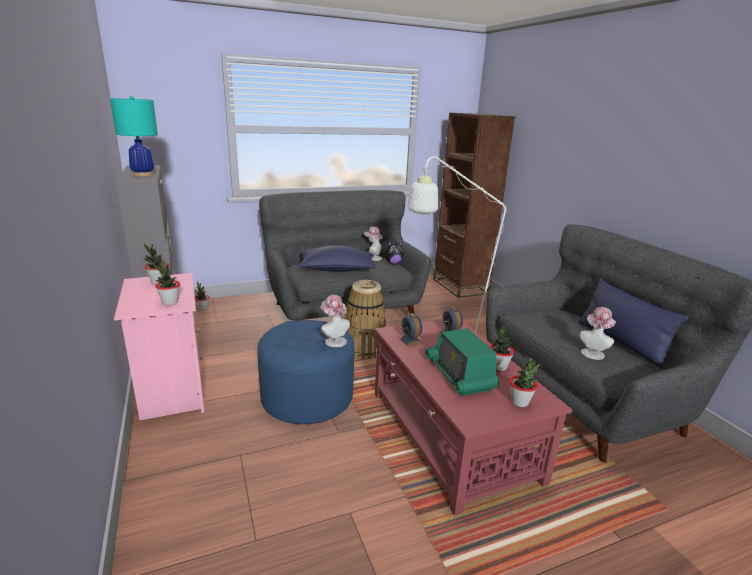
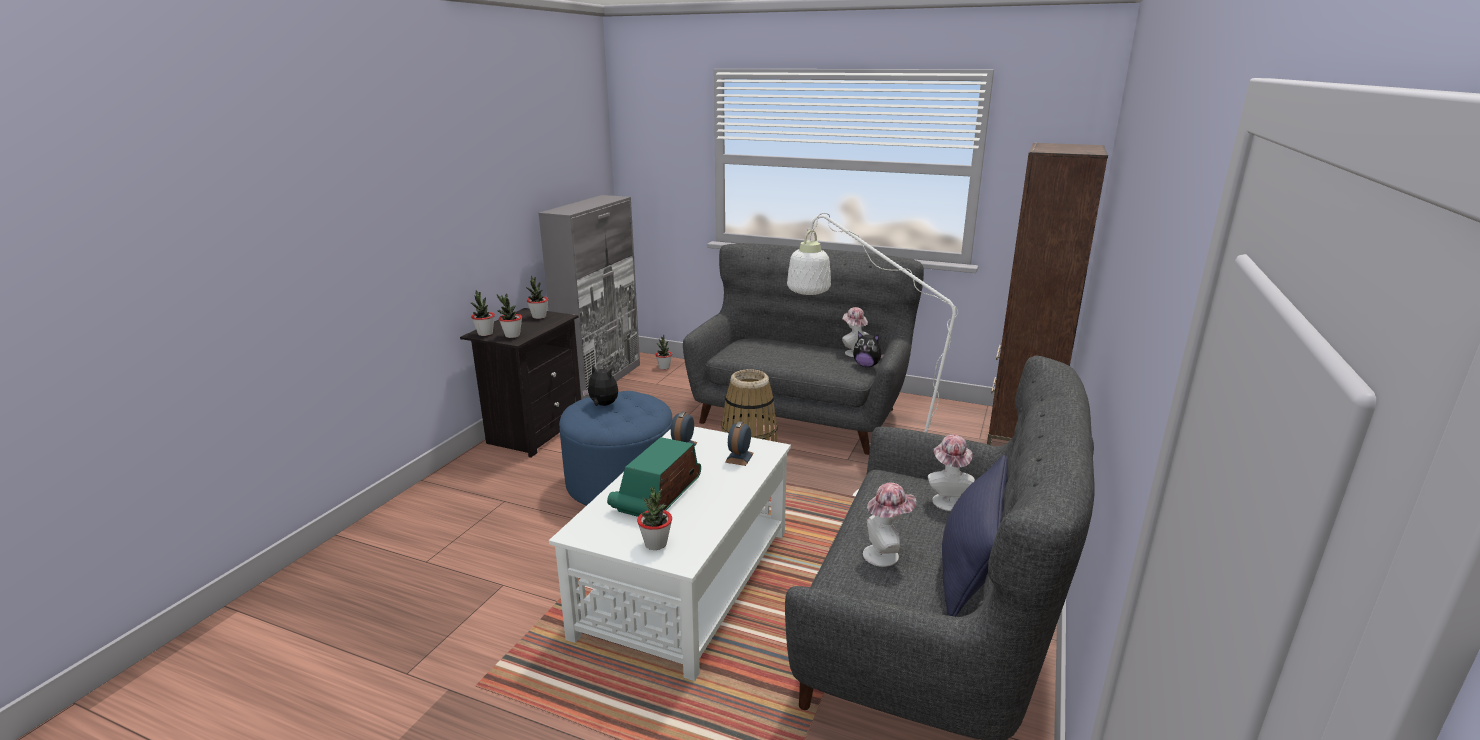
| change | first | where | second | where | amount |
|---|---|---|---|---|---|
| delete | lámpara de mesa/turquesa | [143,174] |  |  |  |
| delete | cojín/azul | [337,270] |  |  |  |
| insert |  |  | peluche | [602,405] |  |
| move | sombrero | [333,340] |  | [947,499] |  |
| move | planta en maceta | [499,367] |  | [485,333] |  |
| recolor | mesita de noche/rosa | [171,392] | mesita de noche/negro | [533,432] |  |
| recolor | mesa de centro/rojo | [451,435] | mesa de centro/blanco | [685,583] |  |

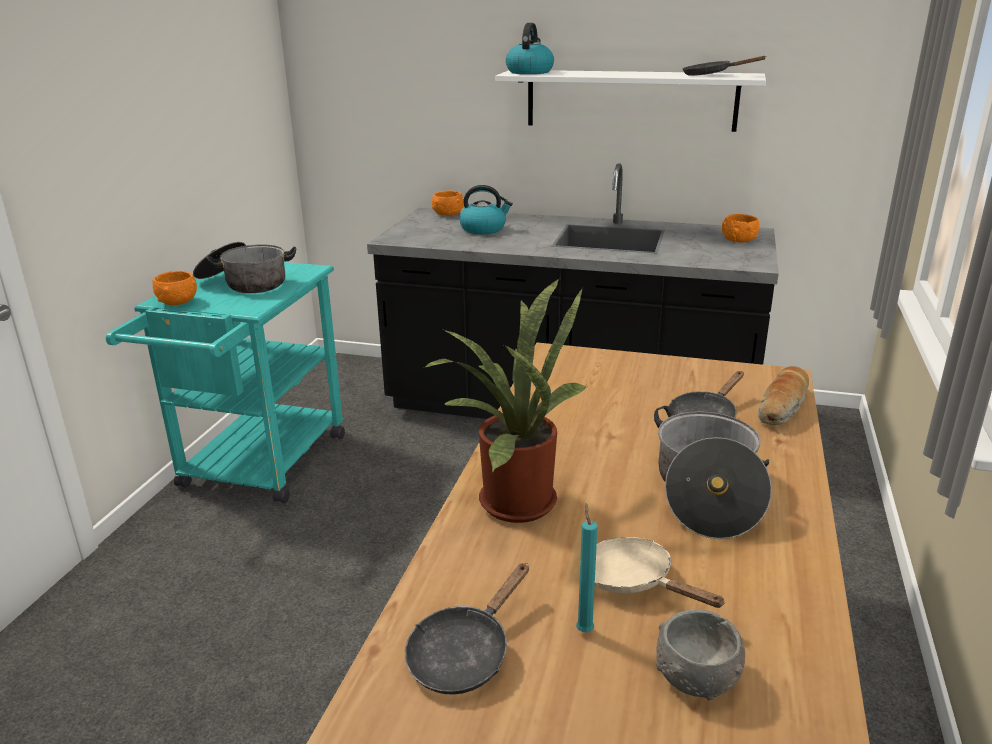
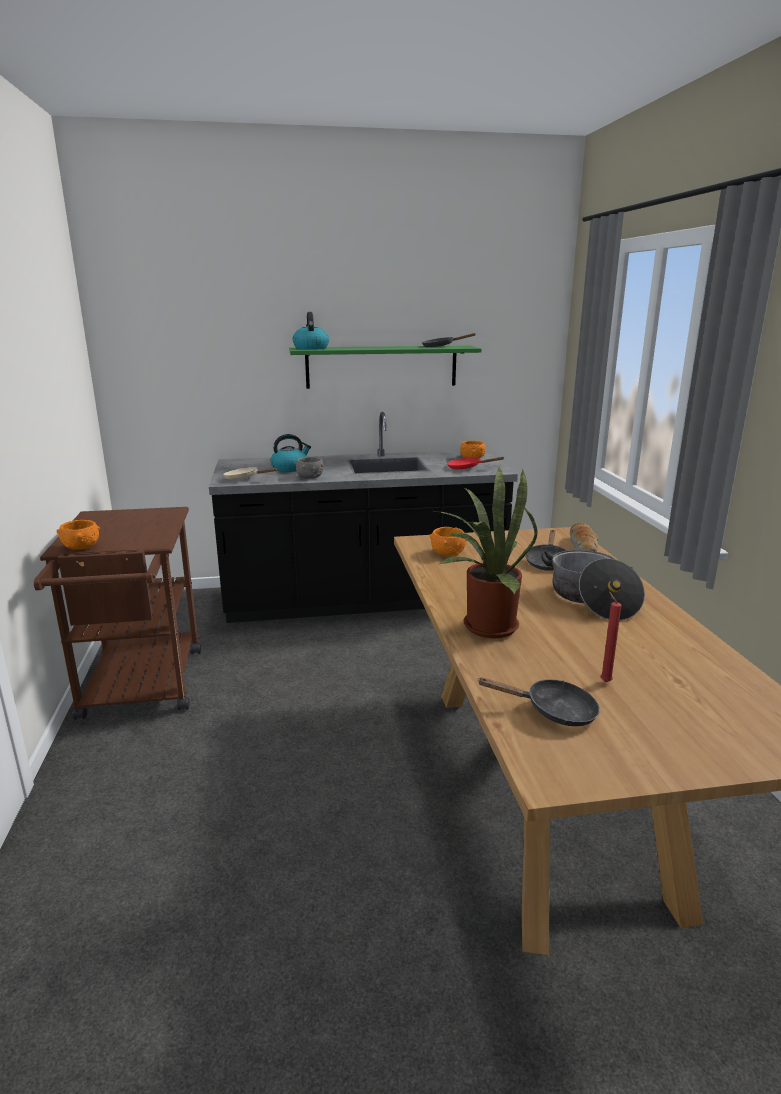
| change | first | where | second | where | amount |
|---|---|---|---|---|---|
| delete | olla | [245,283] |  |  |  |
| insert |  |  | sartén/rojo | [467,468] |  |
| move | cuenco/naranja | [448,214] |  | [448,552] |  |
| move | sartén/beis | [633,581] |  | [245,478] |  |
| move | cuenco/gris | [697,677] |  | [310,477] |  |
| recolor | carrito/turquesa | [257,468] | carrito/marrón | [141,690] |  |
| recolor | estante/blanco | [630,100] | estante/verde | [381,366] |  |
| recolor | vela/turquesa | [584,629] | vela/rojo | [604,681] |  |
| rotate | sartén/negro | [464,654] |  | [553,711] | 90 degrees counterclockwise |

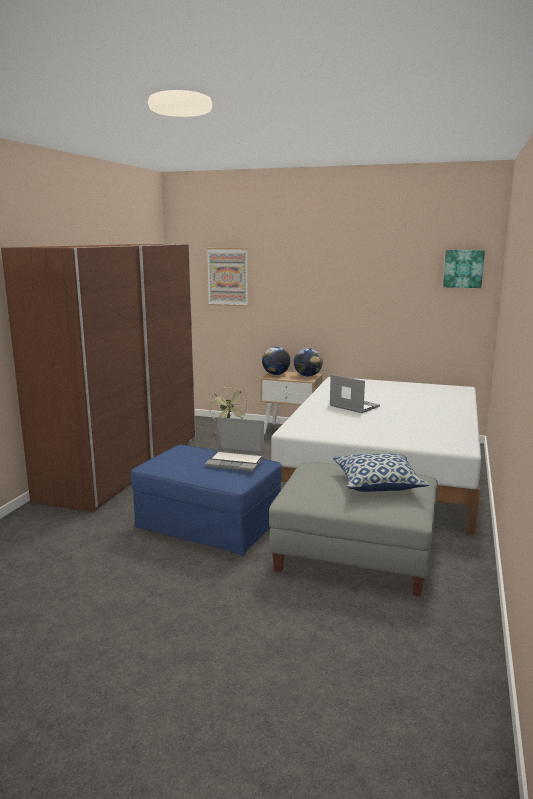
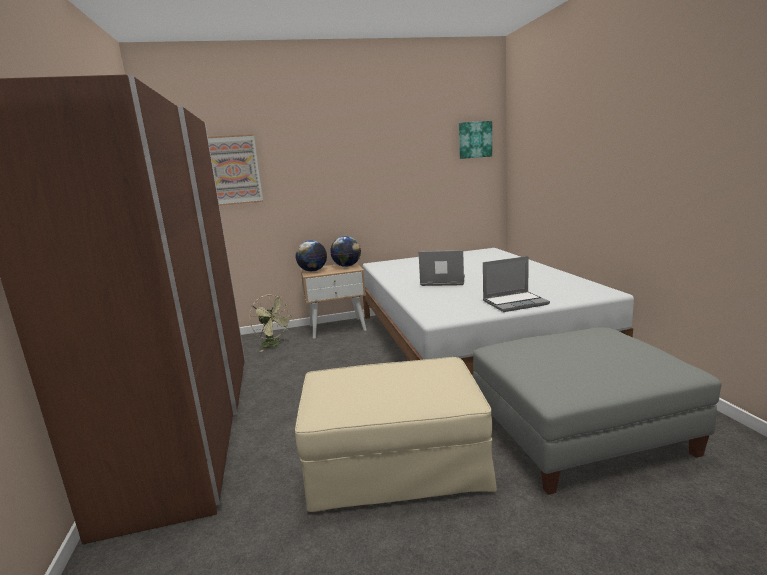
| change | first | where | second | where | amount |
|---|---|---|---|---|---|
| delete | cojín | [378,484] |  |  |  |
| move | portátil | [236,462] |  | [515,302] |  |
| recolor | puf/azul | [208,524] | puf/beis | [393,465] |  |

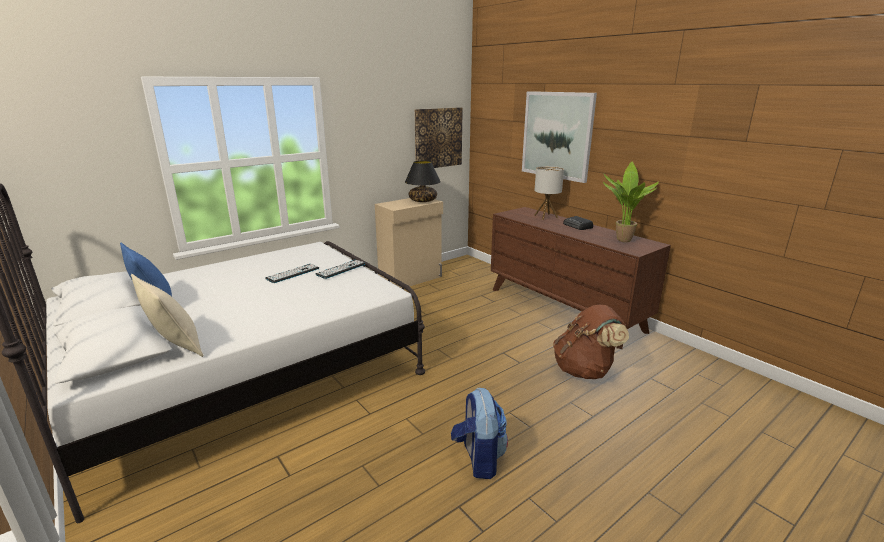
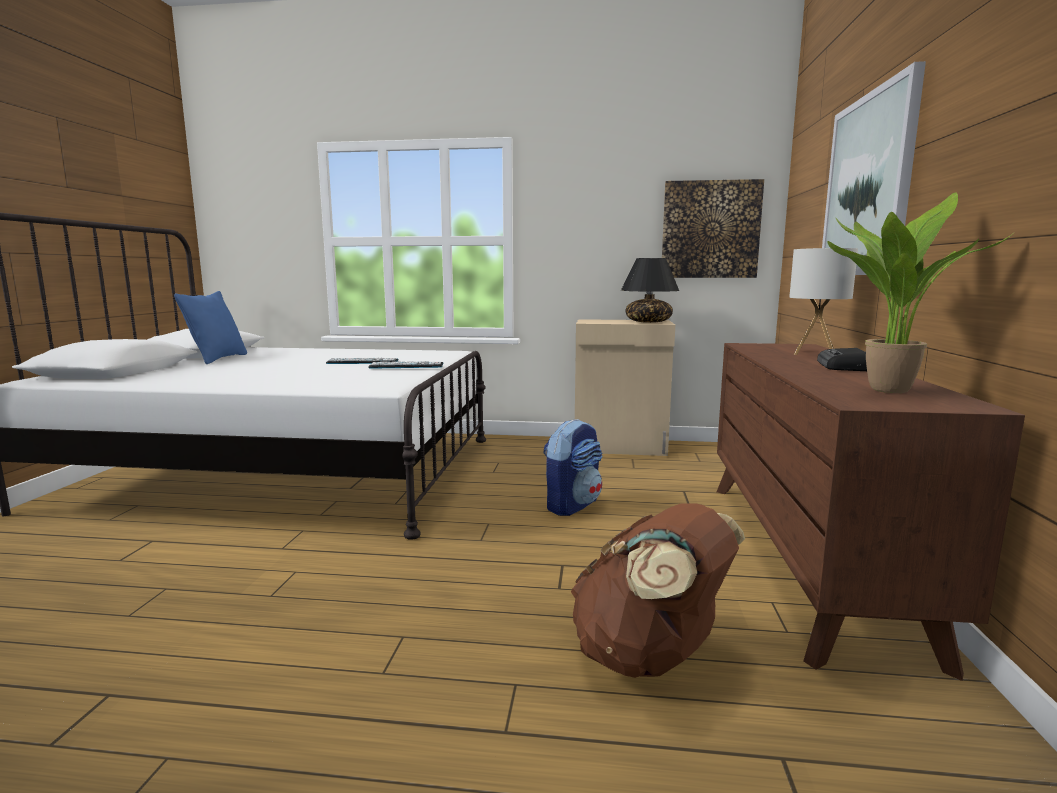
| change | first | where | second | where | amount |
|---|---|---|---|---|---|
| delete | cojín/beis | [175,347] |  |  |  |
| move | mochila | [478,458] |  | [572,505] |  |

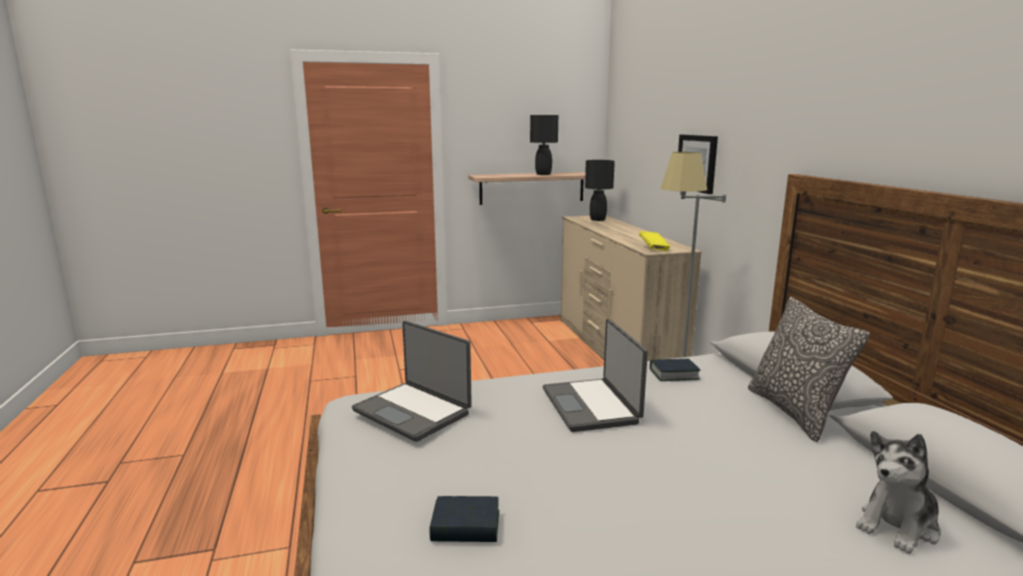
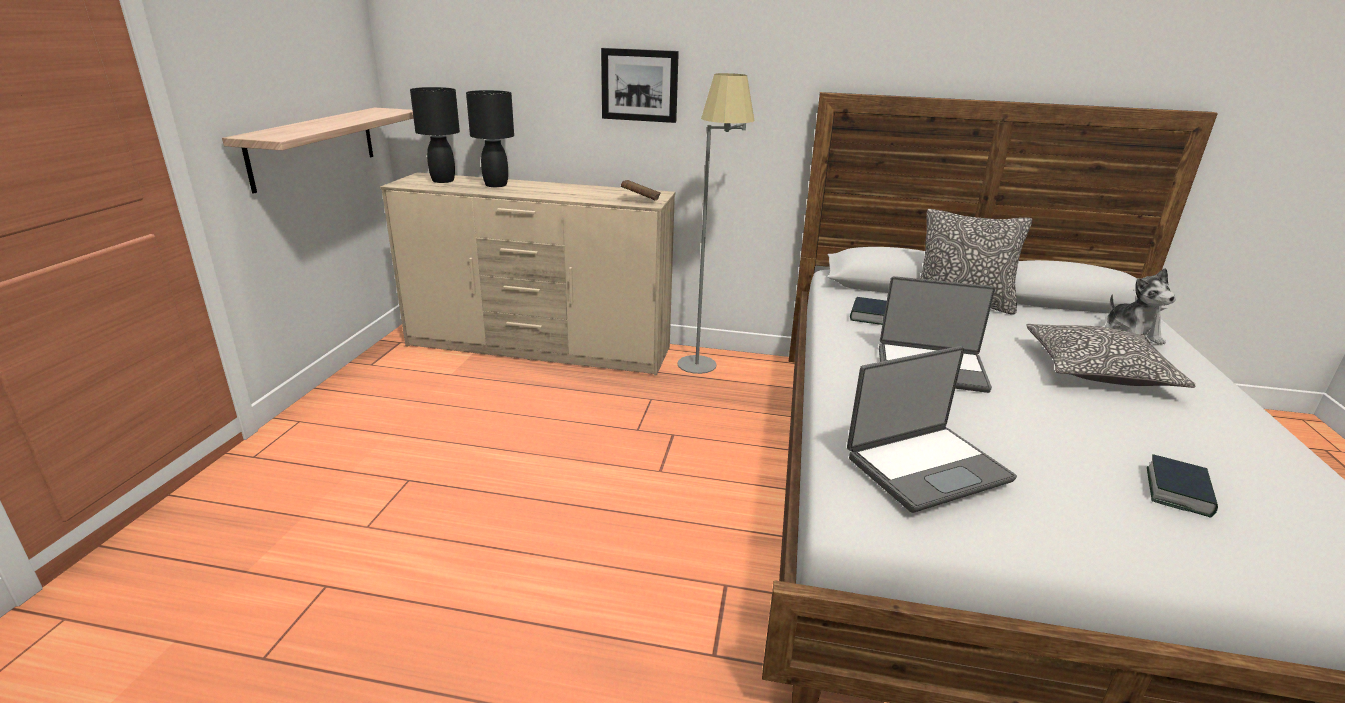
| change | first | where | second | where | amount |
|---|---|---|---|---|---|
| insert |  |  | cojín | [1097,370] |  |
| move | lámpara de mesa/negro | [543,174] |  | [496,185] |  |
| recolor | libro/amarillo | [653,249] | libro/marrón | [640,200] |  |

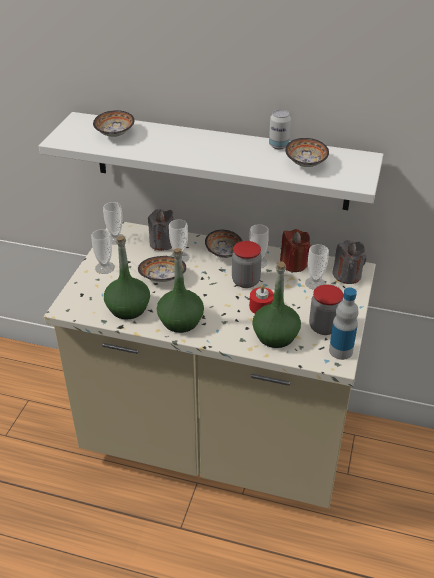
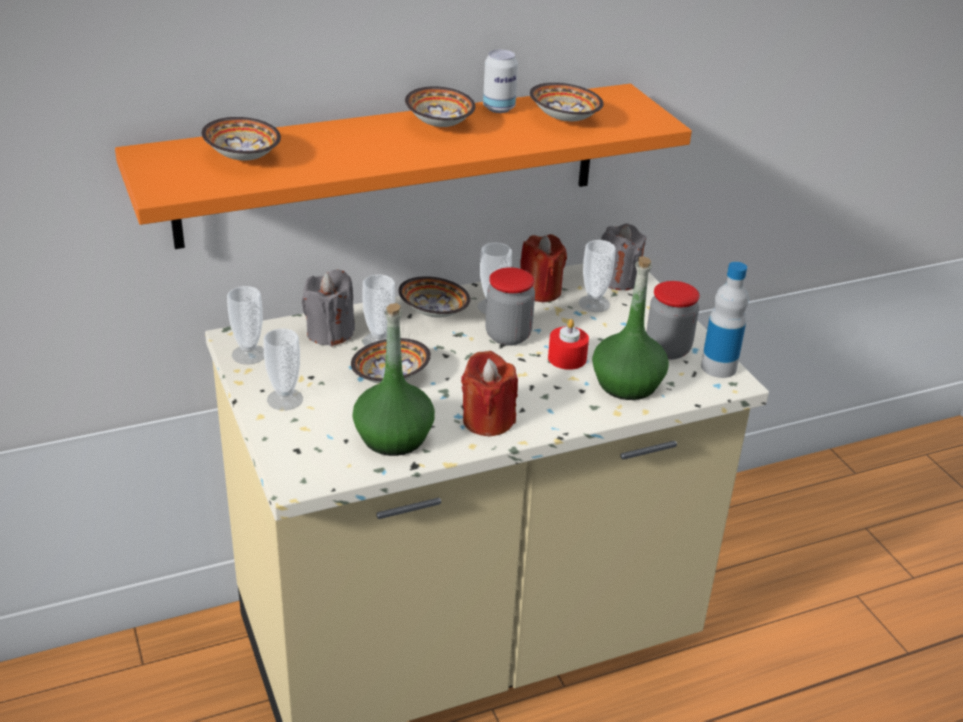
| change | first | where | second | where | amount |
|---|---|---|---|---|---|
| insert |  |  | cuenco | [438,125] |  |
| replace | botella/verde | [180,321] | vela/rojo | [487,420] |  |
| recolor | estante/blanco | [220,161] | estante/naranja | [392,164] |  |

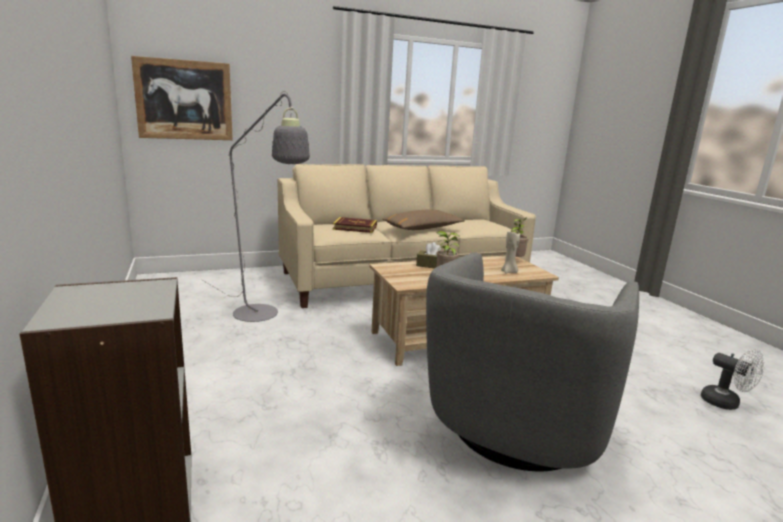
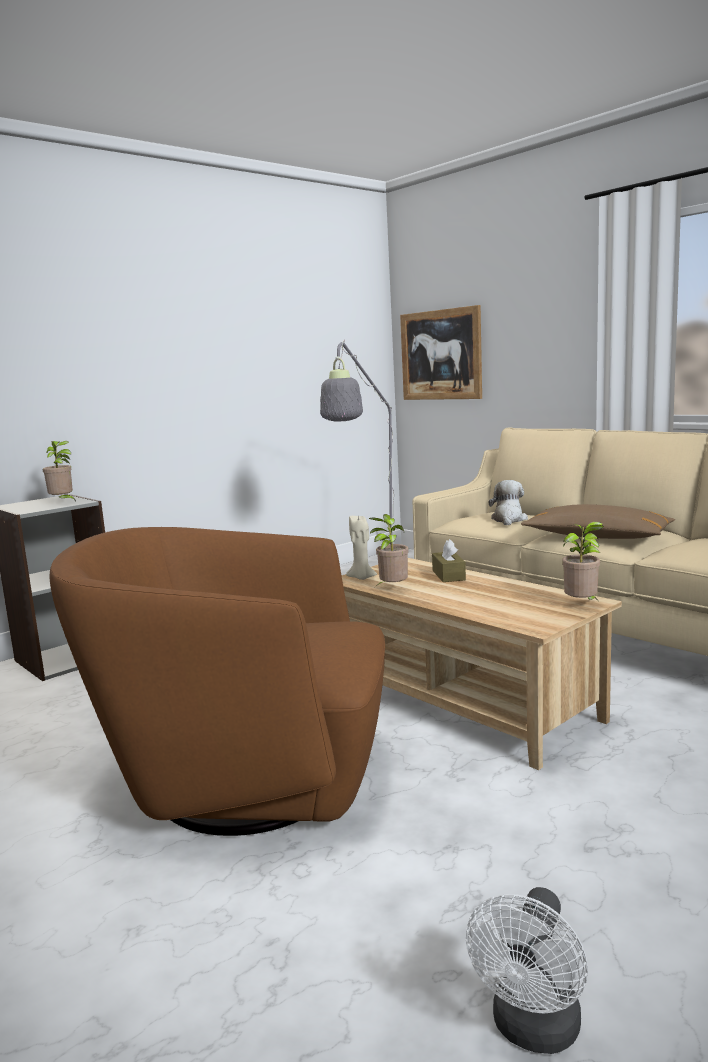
| change | first | where | second | where | amount |
|---|---|---|---|---|---|
| insert |  |  | planta en maceta | [63,502] |  |
| move | vela/beis | [509,272] |  | [361,578] |  |
| replace | libro | [355,228] | peluche | [508,520] |  |
| recolor | sillón/gris | [515,428] | sillón/marrón | [246,780] |  |

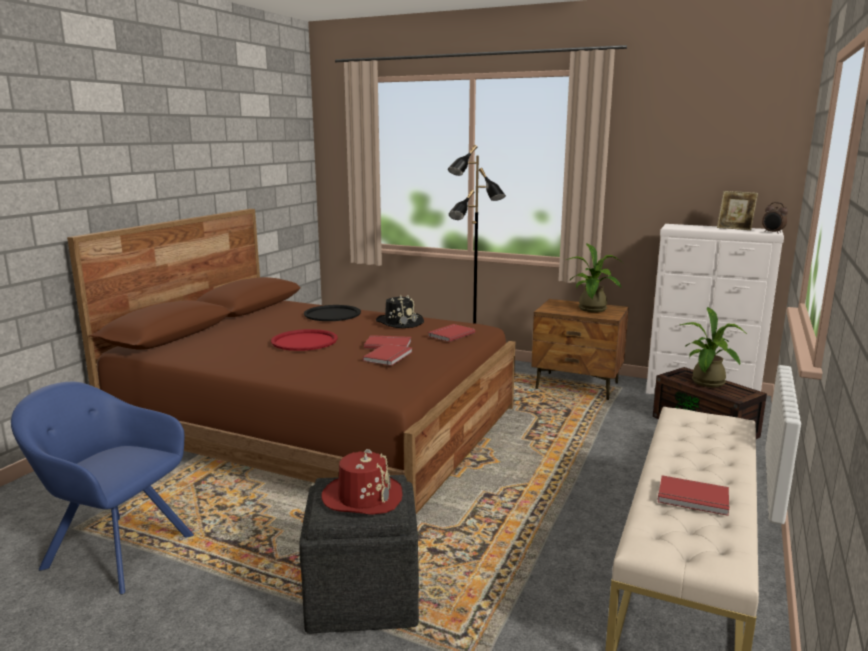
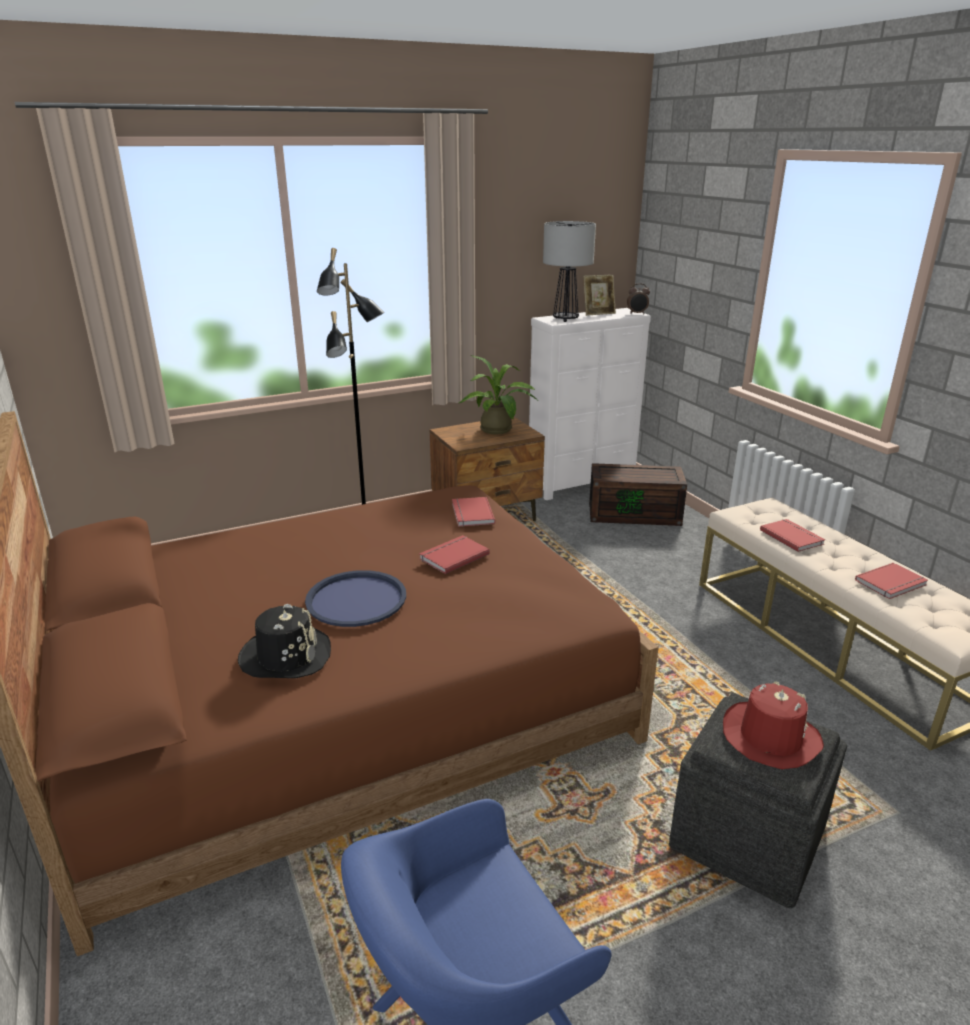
| change | first | where | second | where | amount |
|---|---|---|---|---|---|
| delete | bandeja/negro | [332,314] |  |  |  |
| delete | planta en maceta | [707,384] |  |  |  |
| insert |  |  | lámpara de mesa | [565,319] |  |
| move | libro/rojo | [389,356] |  | [792,536] |  |
| move | sombrero/negro | [399,322] |  | [286,656] |  |
| recolor | bandeja/rojo | [304,341] | bandeja/azul | [356,600] |  |

